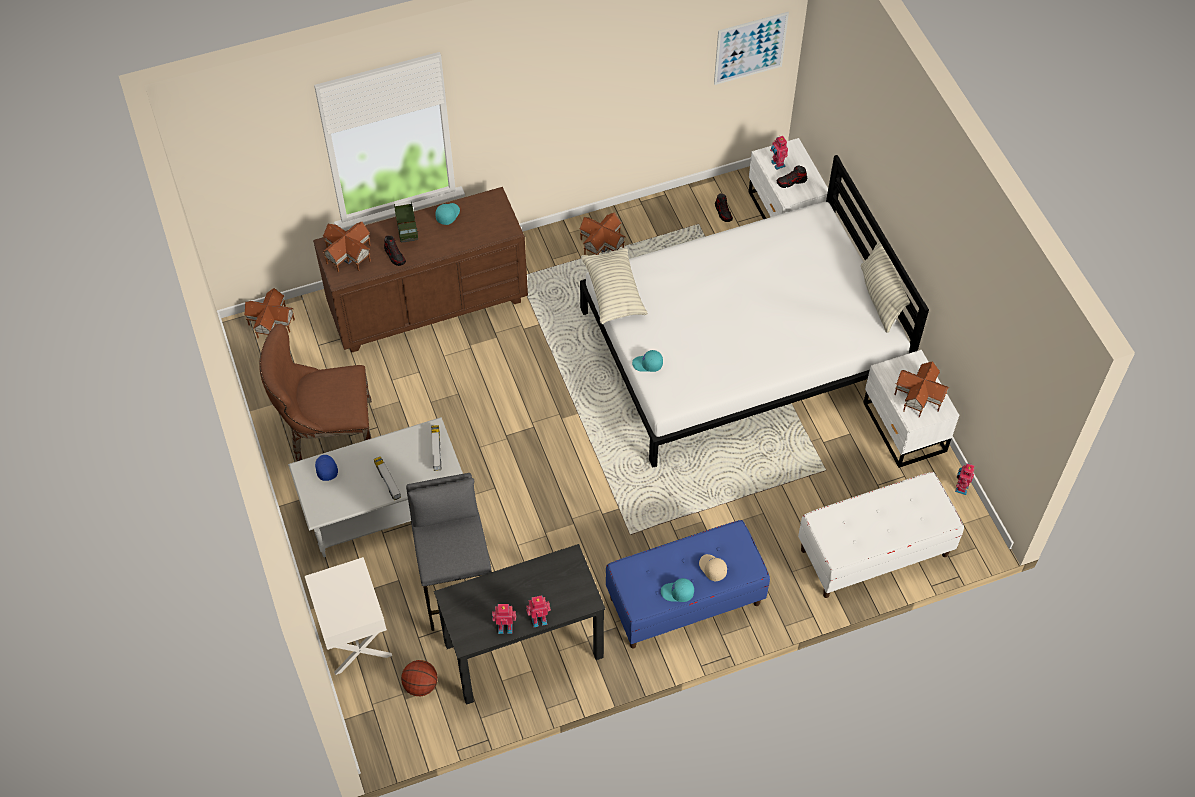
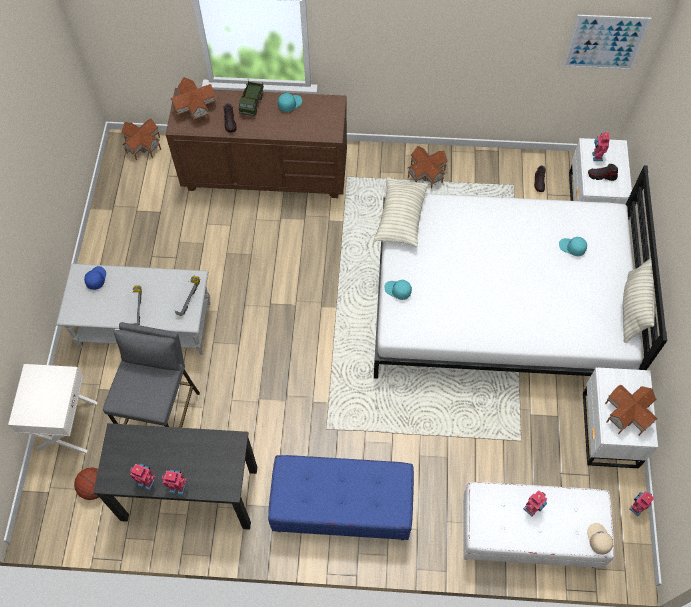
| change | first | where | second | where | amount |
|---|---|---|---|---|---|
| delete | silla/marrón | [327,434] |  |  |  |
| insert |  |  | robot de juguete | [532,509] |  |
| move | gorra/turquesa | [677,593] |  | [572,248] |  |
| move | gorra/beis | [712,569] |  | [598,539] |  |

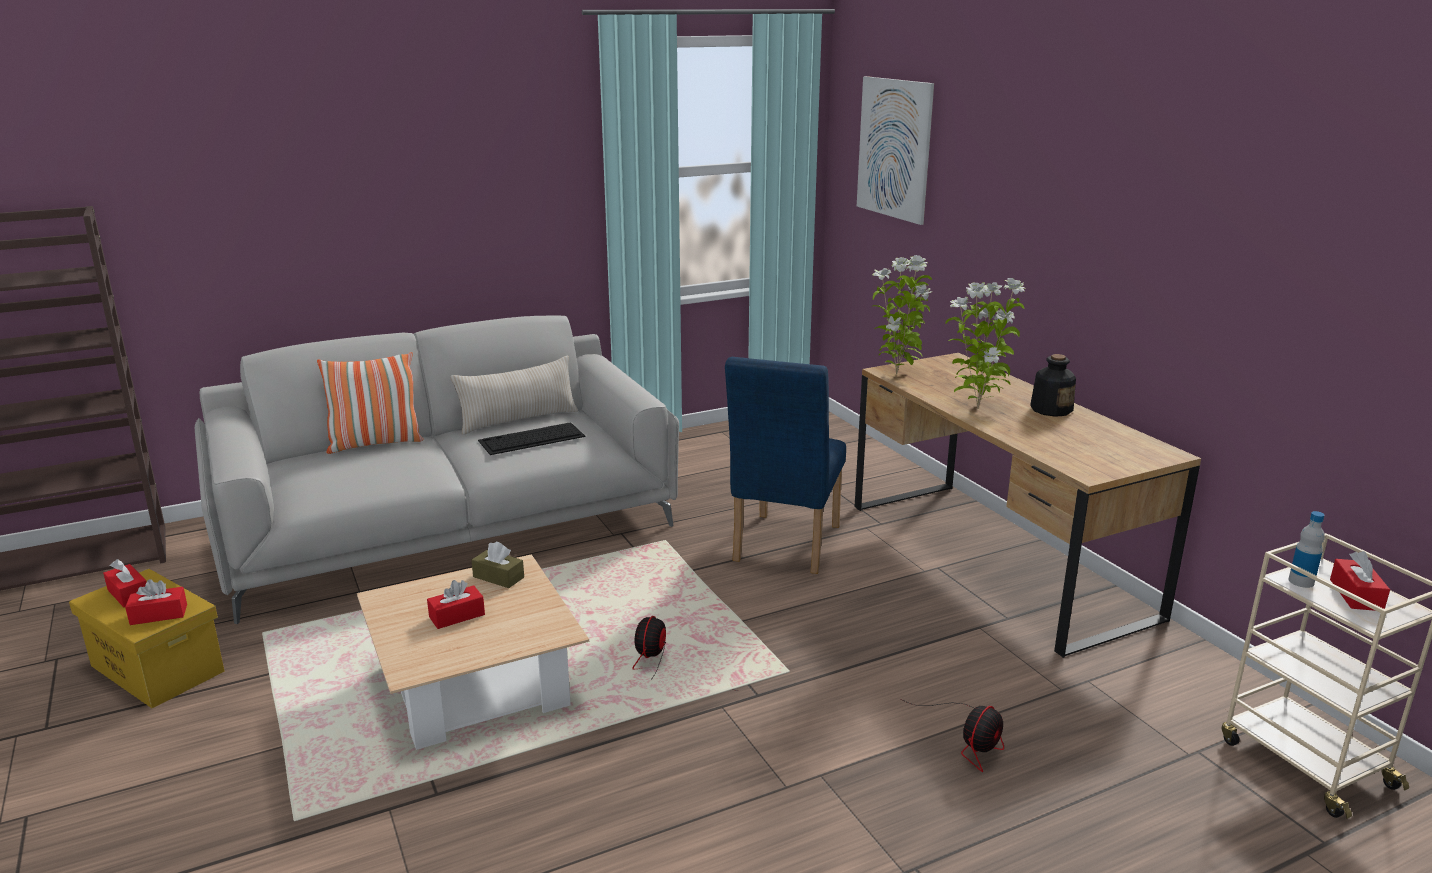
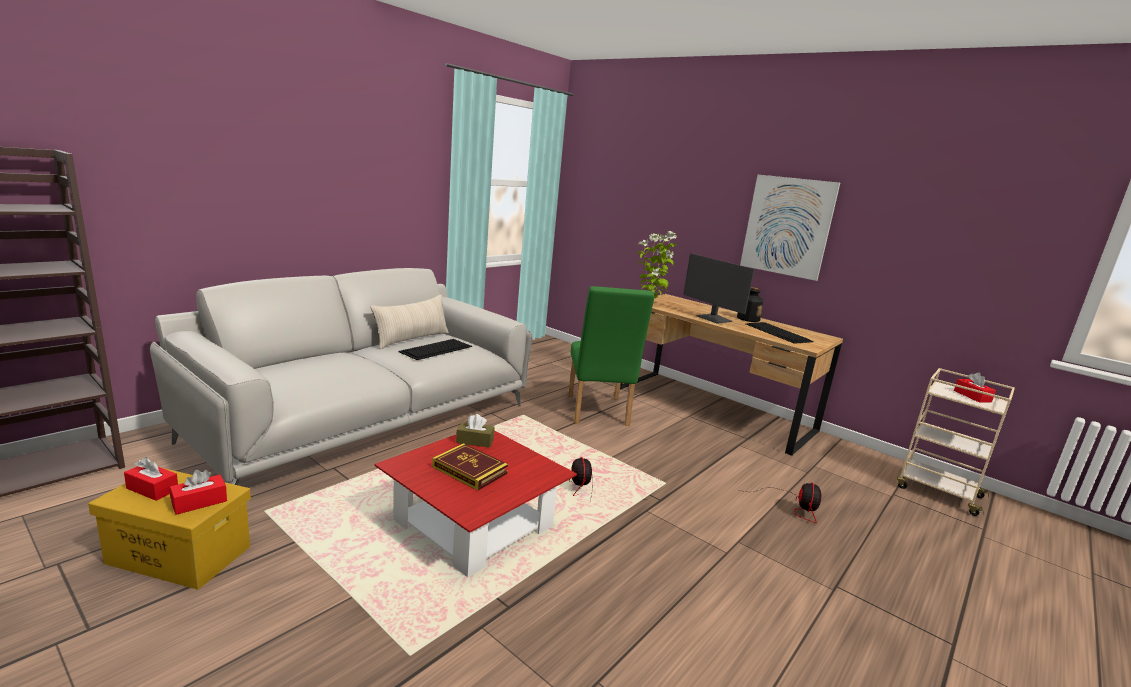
| change | first | where | second | where | amount |
|---|---|---|---|---|---|
| delete | cojín | [375,444] |  |  |  |
| delete | botella | [1301,581] |  |  |  |
| insert |  |  | teclado | [778,333] |  |
| move | cuadro | [894,148] |  | [787,226] |  |
| replace | caja de pañuelos/rojo | [457,616] | libro | [470,470] |  |
| replace | planta en maceta | [978,408] | monitor | [713,319] |  |
| recolor | mesa de centro/beis | [476,686] | mesa de centro/rojo | [474,524] |  |
| recolor | silla/azul | [783,547] | silla/verde | [597,412] |  |

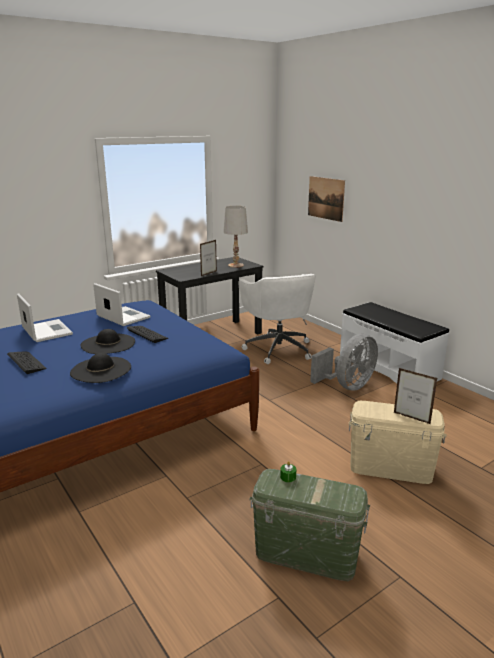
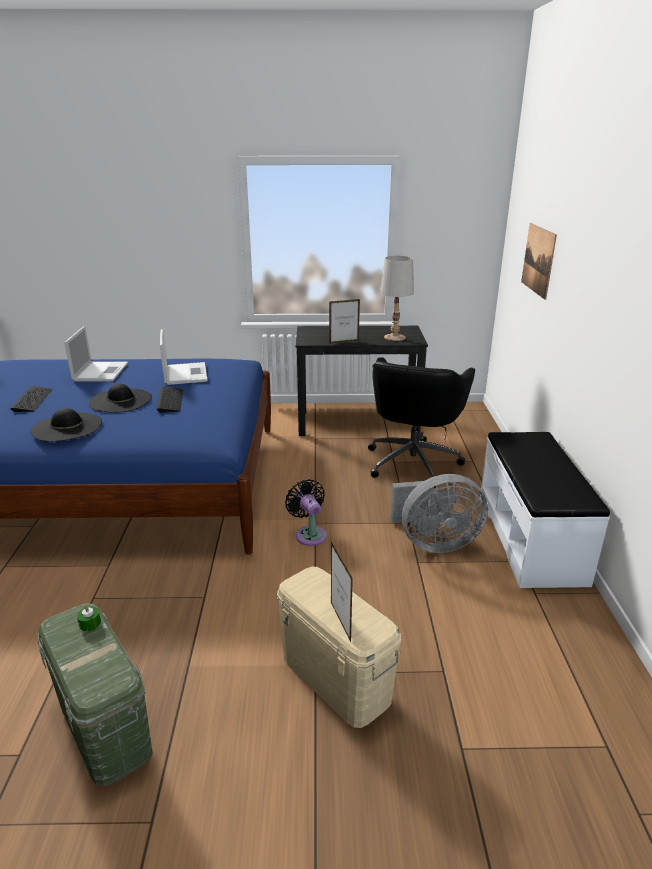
| change | first | where | second | where | amount |
|---|---|---|---|---|---|
| insert |  |  | ventilador/negro | [309,534] |  |
| recolor | silla de oficina/blanco | [278,348] | silla de oficina/negro | [413,461] |  |

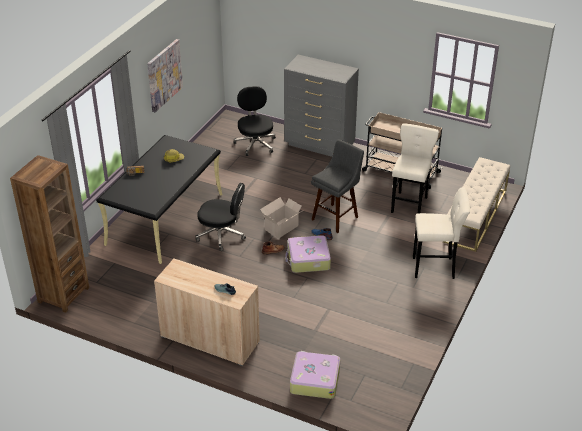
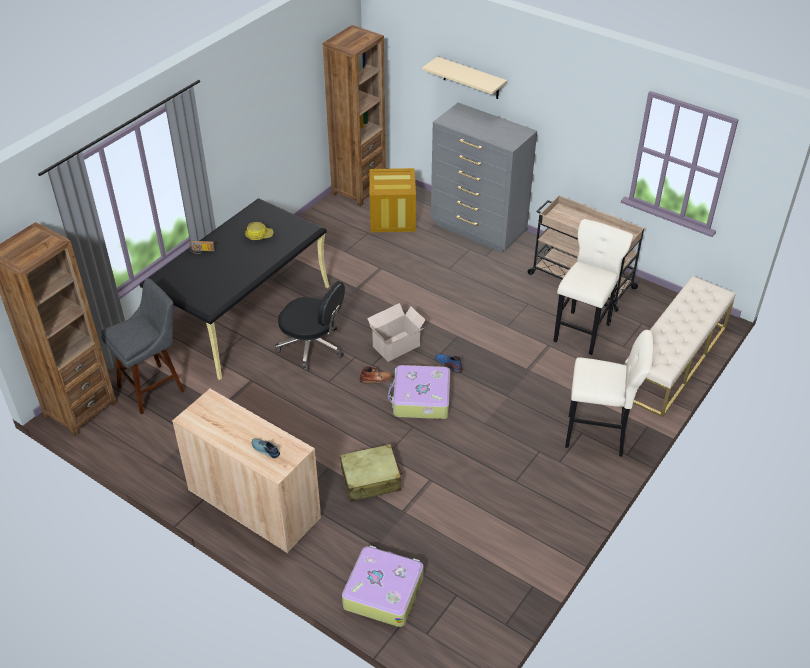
| change | first | where | second | where | amount |
|---|---|---|---|---|---|
| delete | cuadro | [164,75] |  |  |  |
| insert |  |  | estantería/marrón | [358,190] |  |
| insert |  |  | maleta/beis | [371,479] |  |
| insert |  |  | estante/beis | [471,78] |  |
| move | taburete/gris | [336,217] |  | [154,387] |  |
| replace | silla de oficina/negro | [255,143] | caja de embalaje | [392,218] |  |

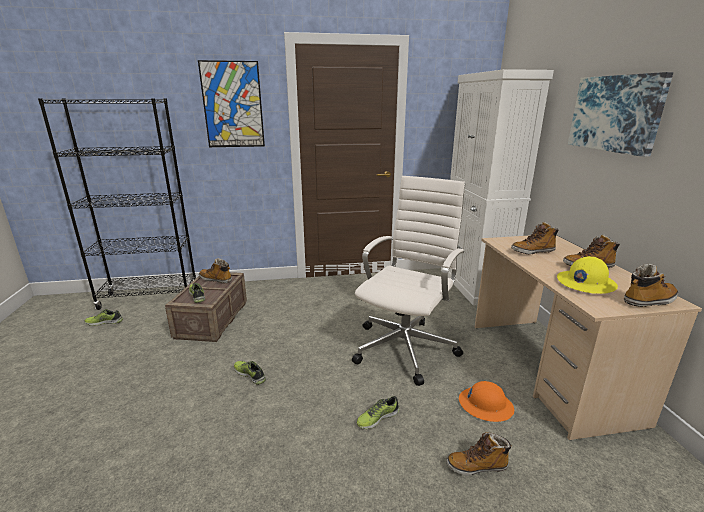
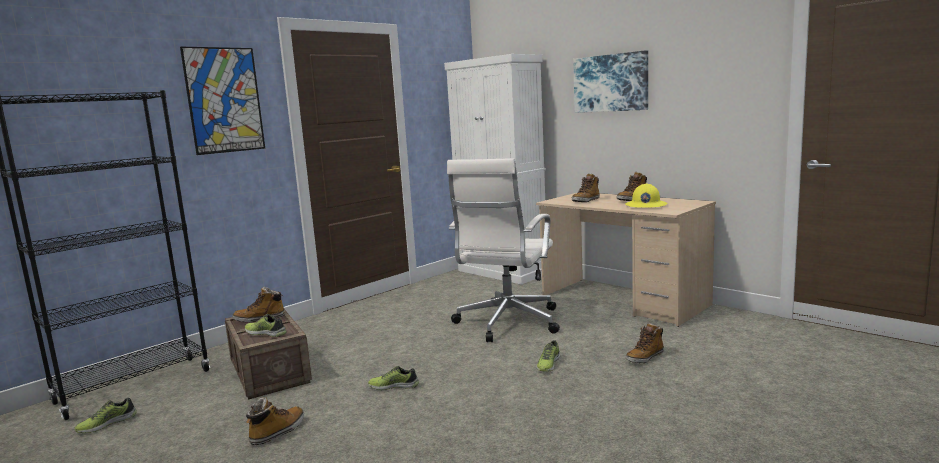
| change | first | where | second | where | amount |
|---|---|---|---|---|---|
| delete | casco/naranja | [485,405] |  |  |  |
| move | bota | [649,301] |  | [277,432] |  |
| rotate | silla de oficina/blanco | [406,347] |  | [506,323] | 150 degrees counterclockwise |

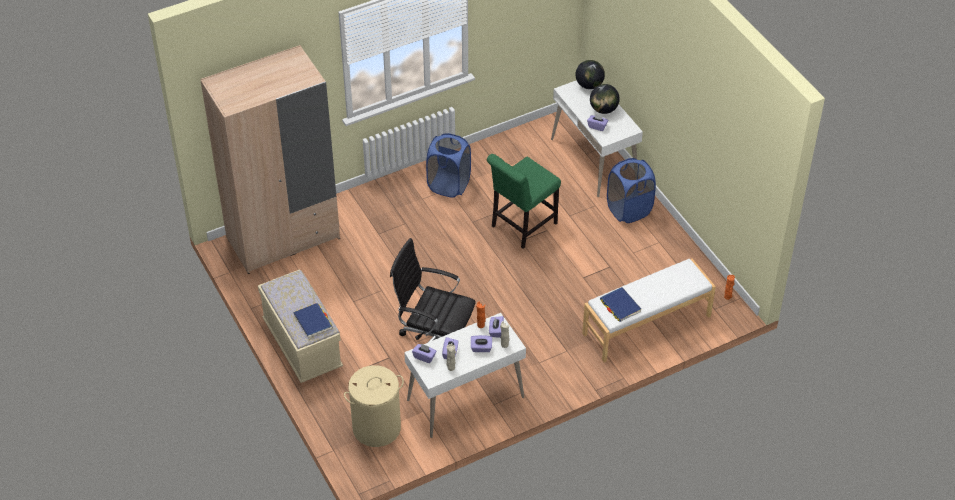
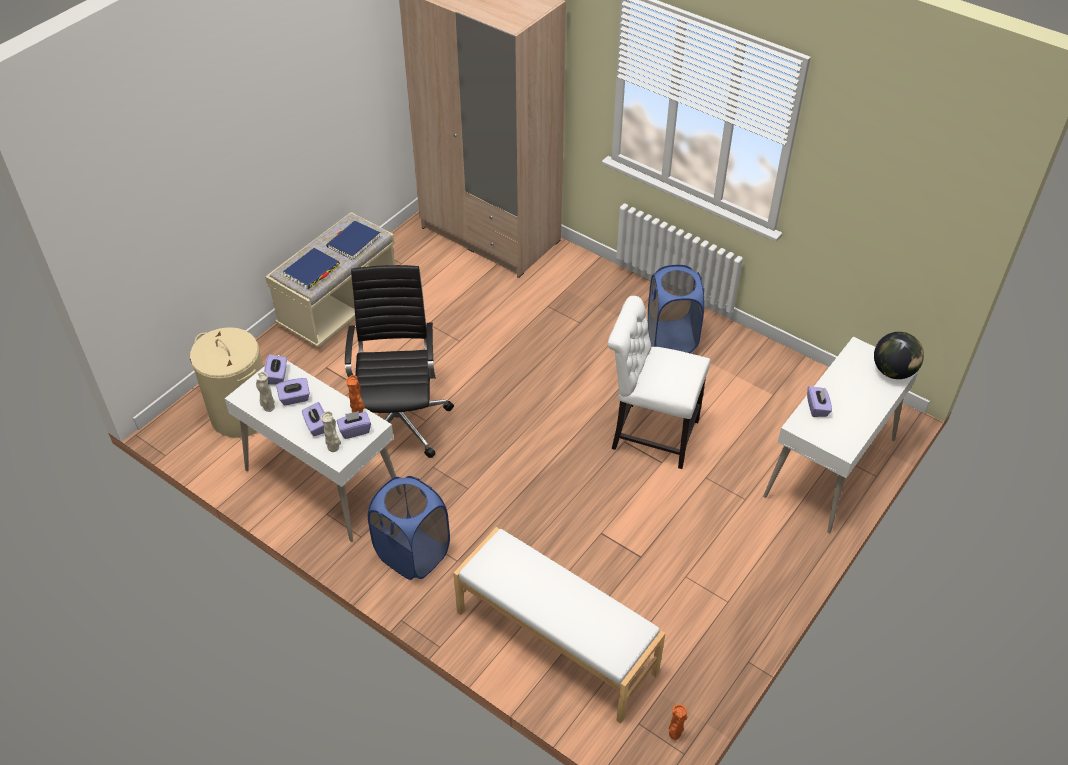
| change | first | where | second | where | amount |
|---|---|---|---|---|---|
| delete | globo terráqueo | [603,109] |  |  |  |
| move | libro/azul | [620,306] |  | [354,242] |  |
| move | cesto de la ropa/azul | [629,210] |  | [413,554] |  |
| recolor | silla/verde | [521,226] | silla/blanco | [650,433] |  |

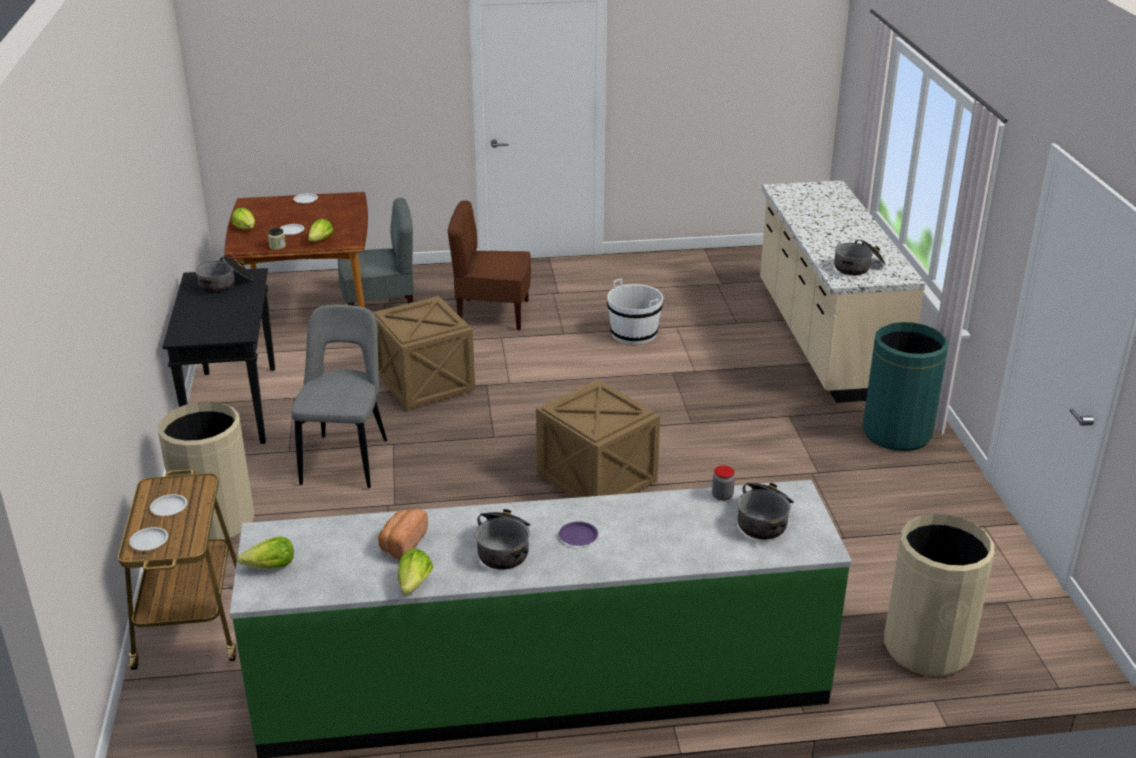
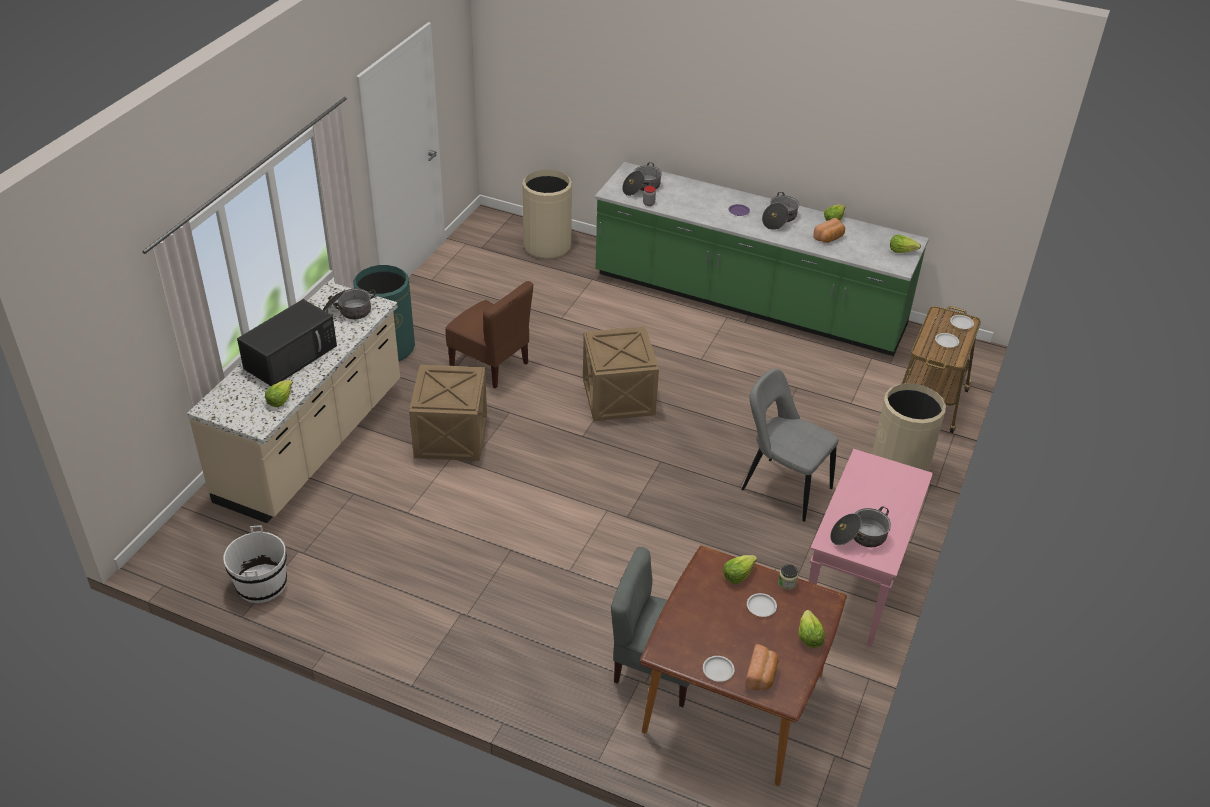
| change | first | where | second | where | amount |
|---|---|---|---|---|---|
| insert |  |  | microondas/negro | [291,356] |  |
| insert |  |  | lechuga | [280,399] |  |
| insert |  |  | pan | [761,676] |  |
| move | caja de embalaje | [425,384] |  | [451,435] |  |
| move | silla/marrón | [493,314] |  | [490,365] |  |
| move | cubo/blanco | [634,334] |  | [261,584] |  |
| recolor | mesa consola/negro | [233,406] | mesa consola/rosa | [855,587] |  |
| rotate | silla/gris | [346,459] |  | [782,487] | 90 degrees clockwise |

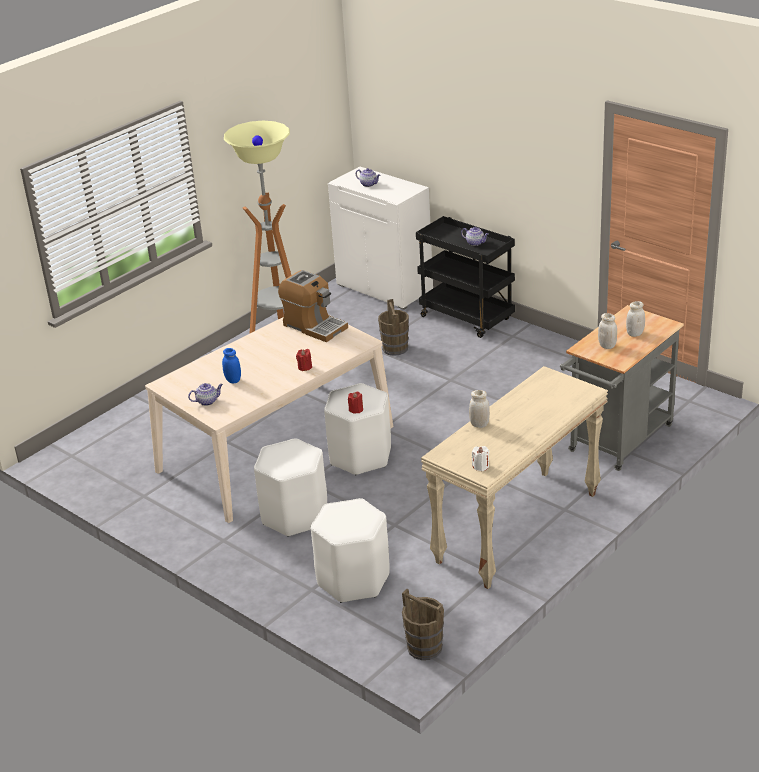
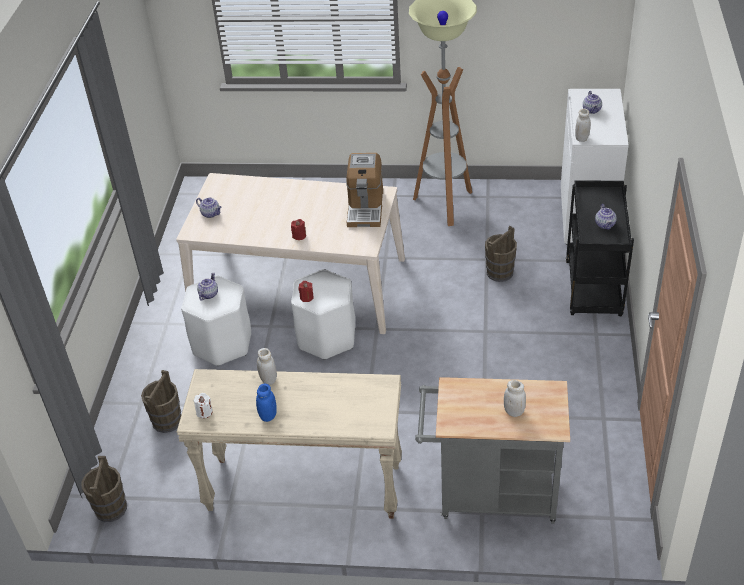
| change | first | where | second | where | amount |
|---|---|---|---|---|---|
| insert |  |  | tetera | [208,294] |  |
| move | tarro/azul | [233,380] |  | [268,416] |  |
| move | tarro/blanco | [607,346] |  | [581,138] |  |
| replace | taburete/blanco | [353,579] | cubo/marrón | [167,421] |  |

